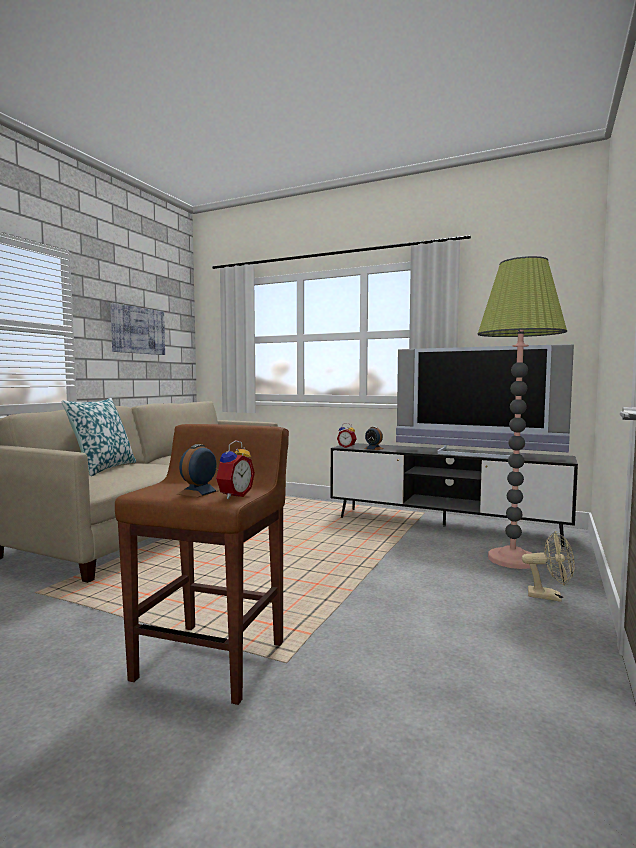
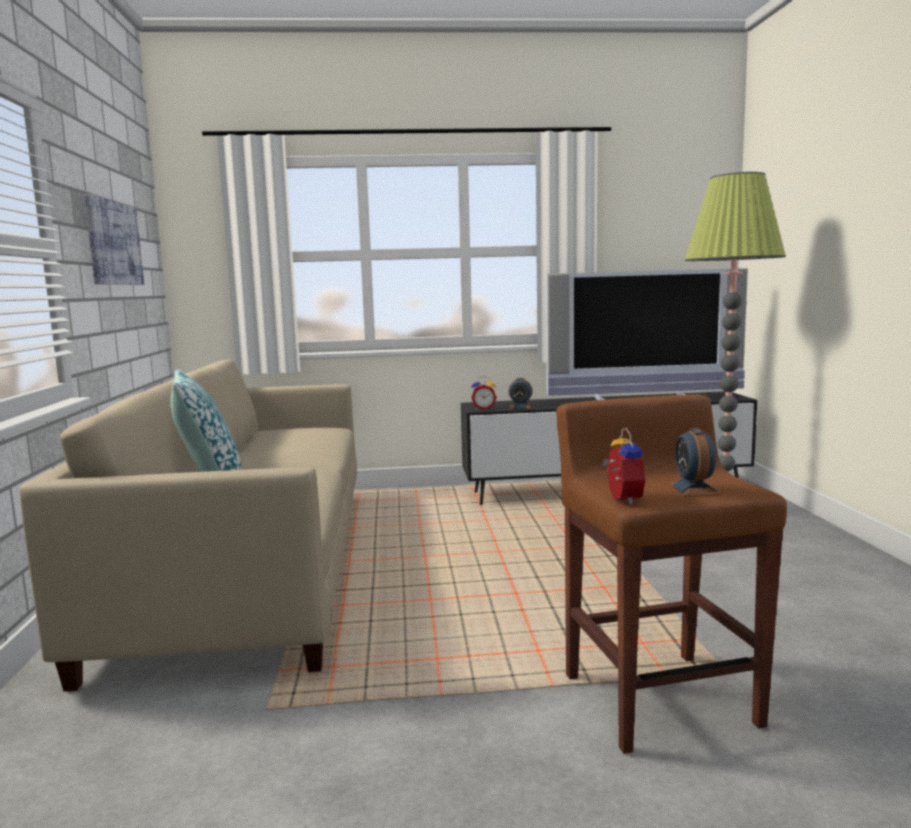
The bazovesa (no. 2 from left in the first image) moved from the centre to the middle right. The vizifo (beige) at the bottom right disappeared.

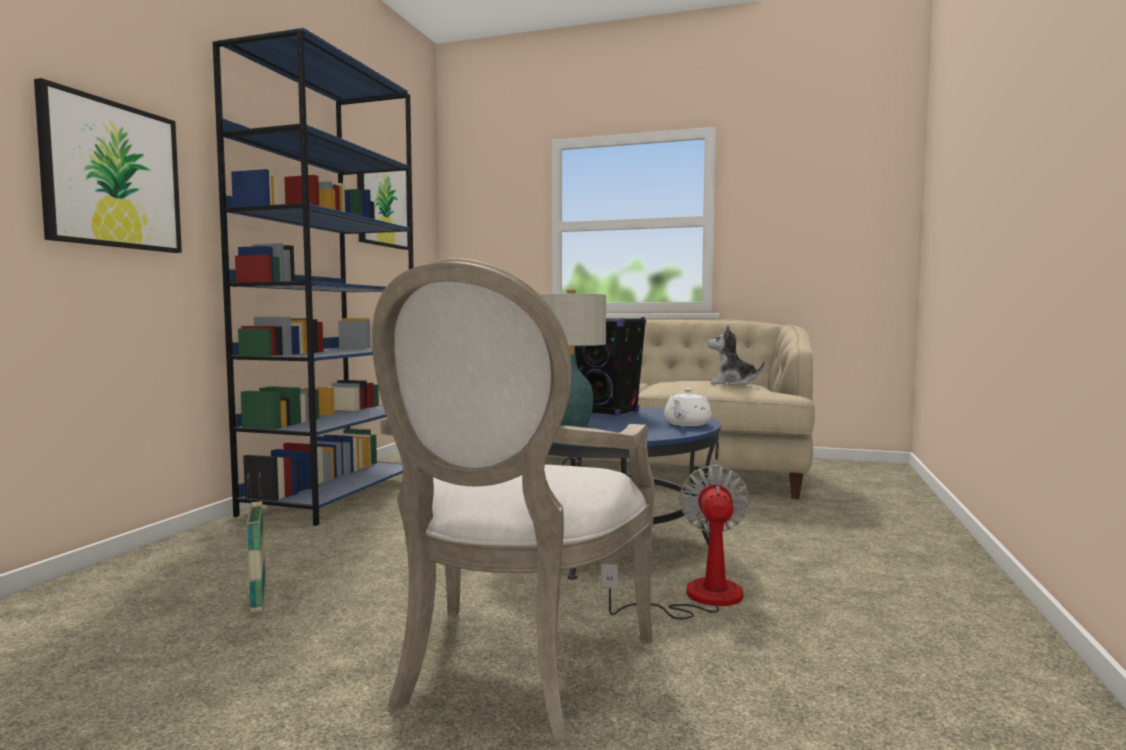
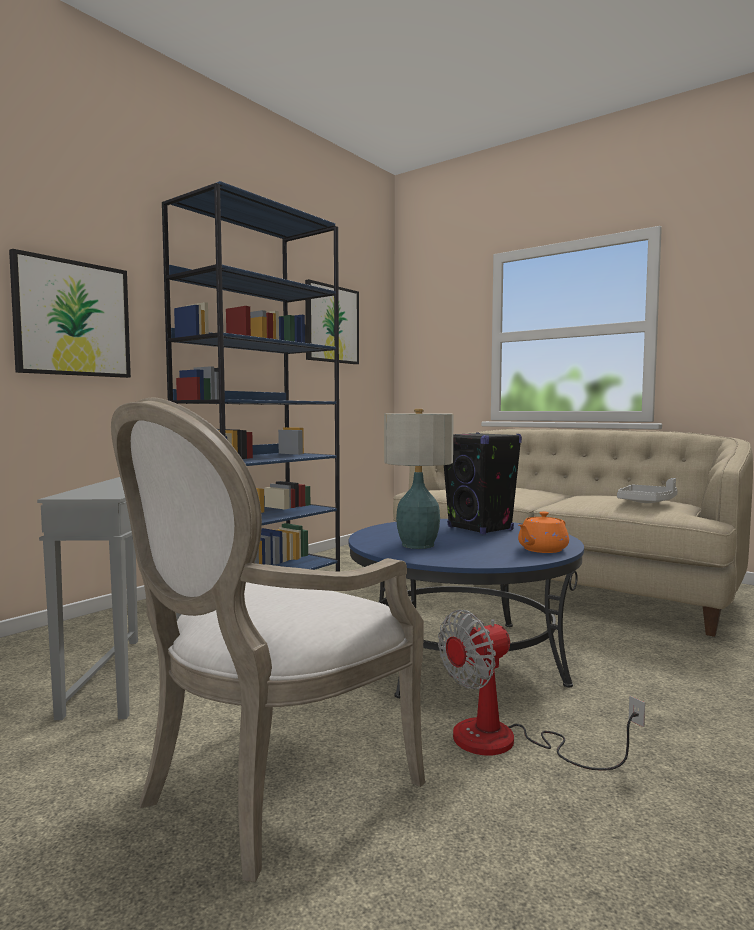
The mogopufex at the bottom left was replaced by the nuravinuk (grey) at the middle left. The vizifo at the bottom centre turned 150 degrees counterclockwise. The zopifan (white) at the centre became the zopifan (orange) at the middle right. The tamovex at the centre was replaced by the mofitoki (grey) at the middle right.

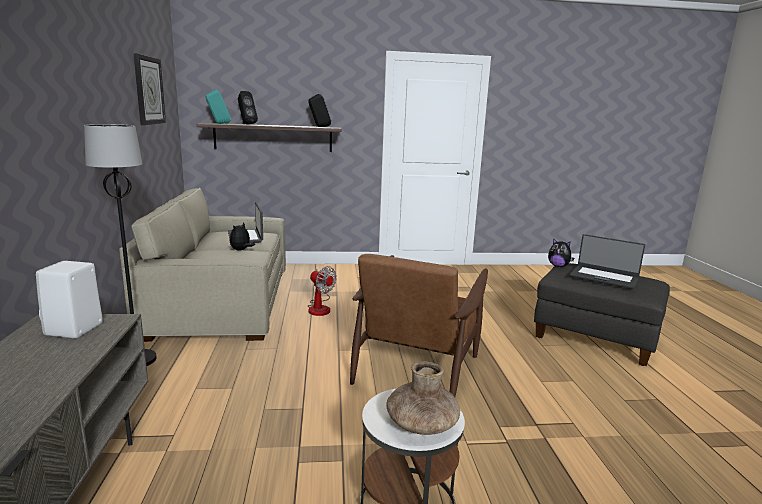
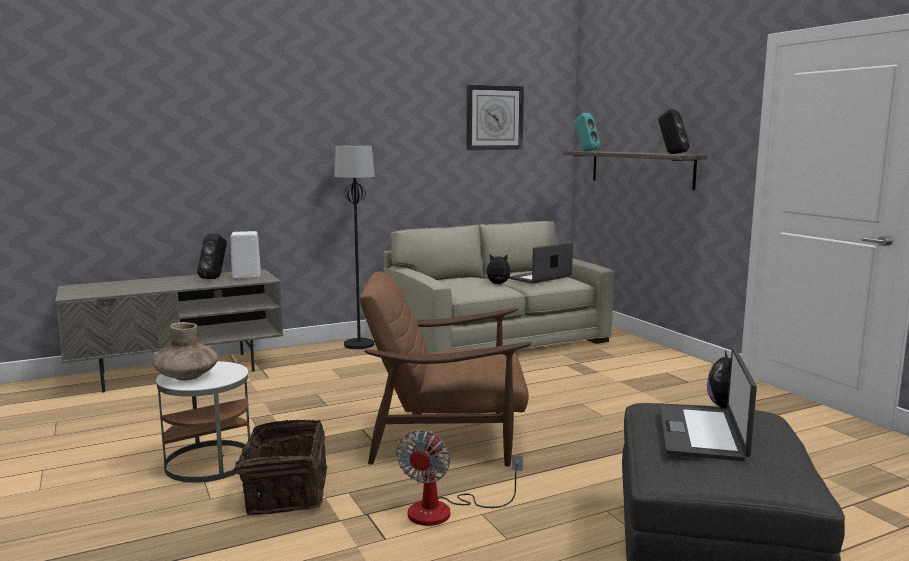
The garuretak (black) (no. 1 from left) moved from the top left to the middle left. The vizifo moved from the centre to the bottom centre. The mogopufex at the bottom left appeared.

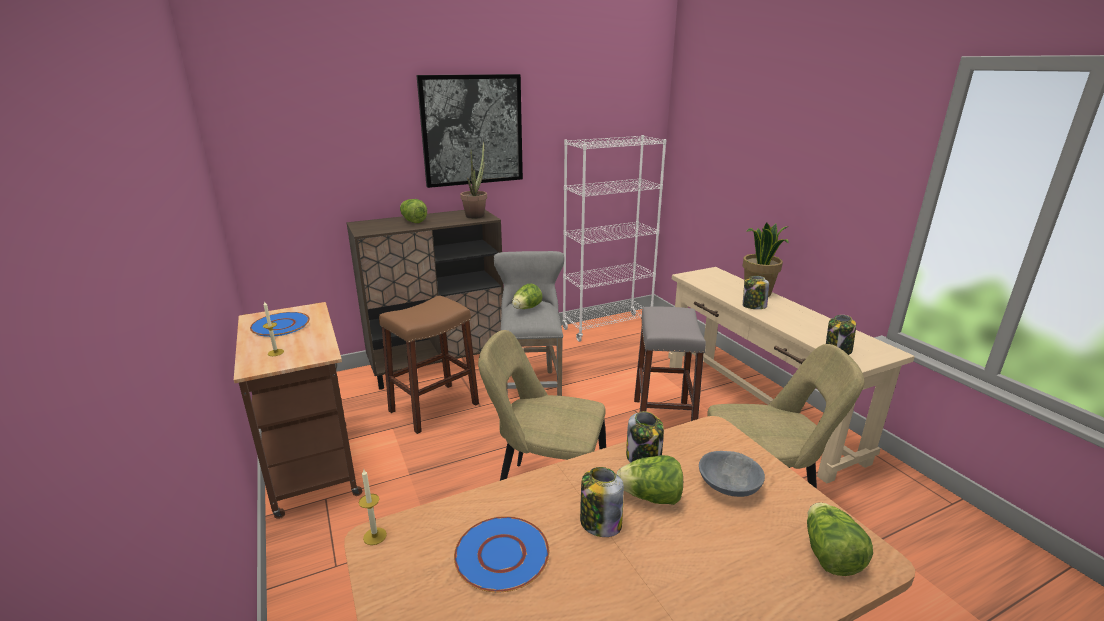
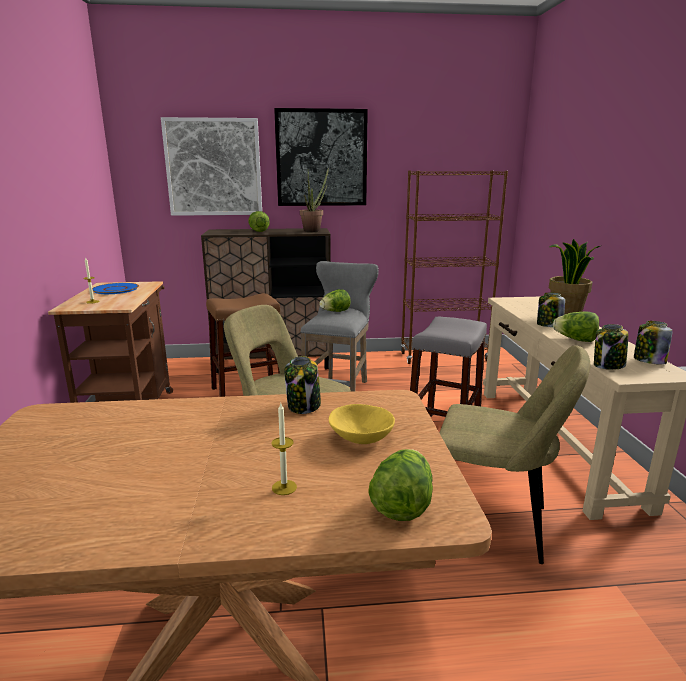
The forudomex (no. 2 from left) moved from the bottom centre to the centre. The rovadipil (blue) (no. 2 from left) at the bottom centre disappeared. The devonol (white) at the centre became the devonol (brown) at the centre. The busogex (no. 1 from left in the first image) moved from the bottom centre to the middle right. The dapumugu (no. 3 from left in the first image) moved from the bottom centre to the middle right. The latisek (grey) at the bottom centre became the latisek (yellow) at the centre. The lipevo (no. 1 from left) at the top left appeared.

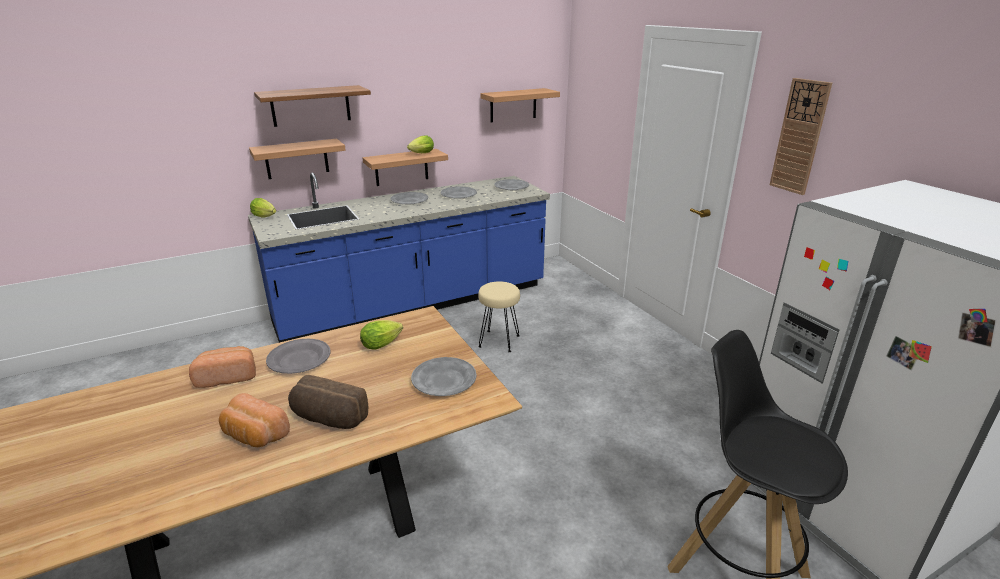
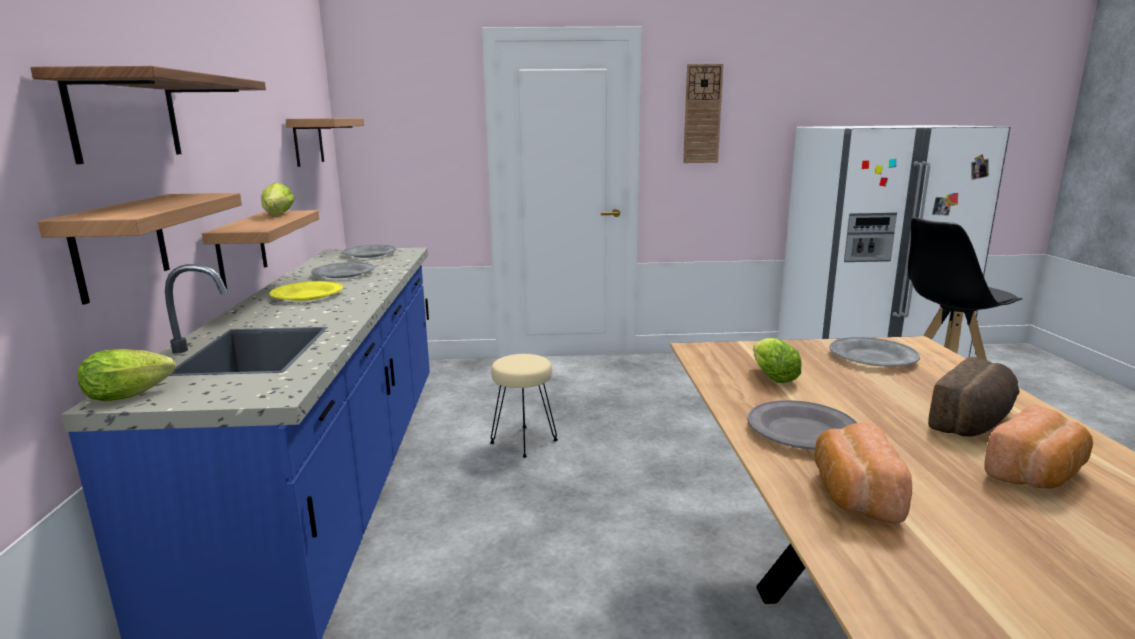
The rovadipil (grey) (no. 2 from left) at the centre became the rovadipil (yellow) at the middle left.

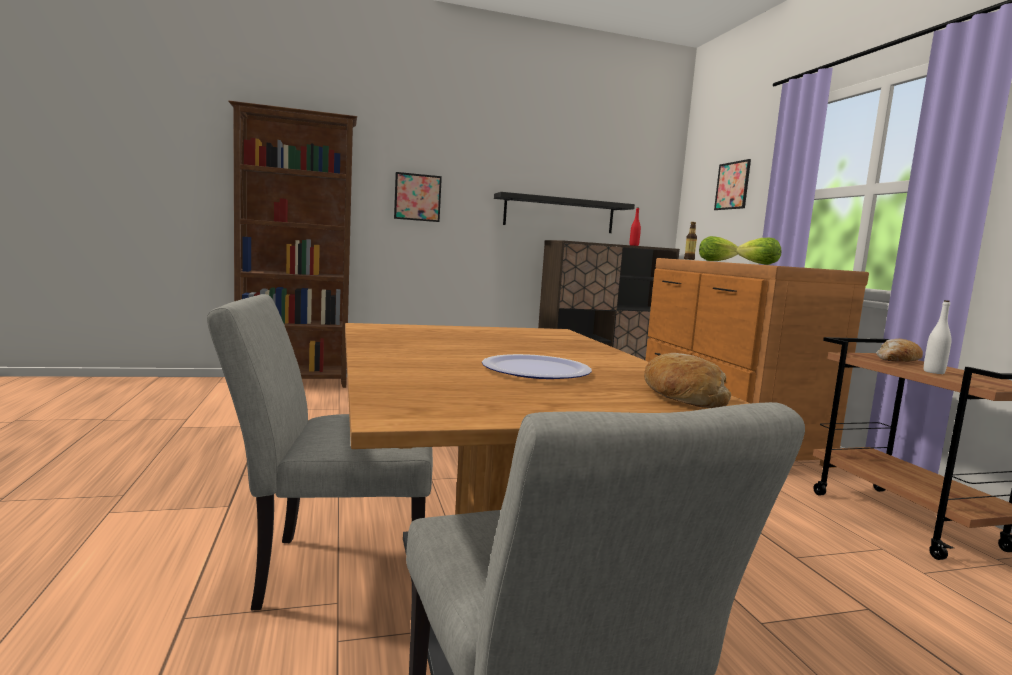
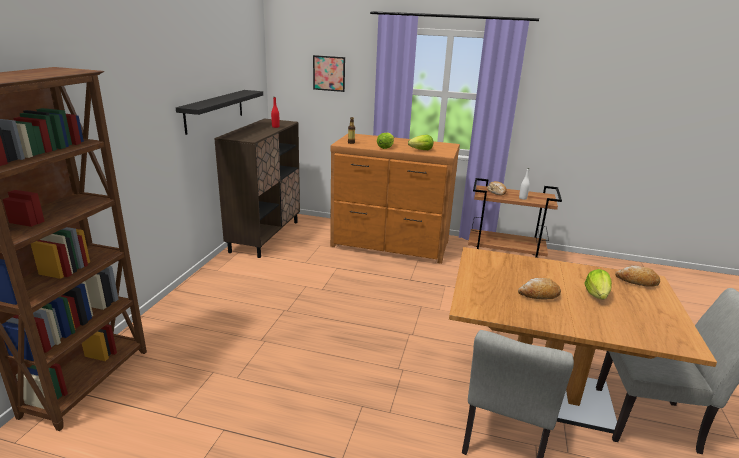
The lipevo (no. 1 from left) at the top centre disappeared. The rovadipil at the centre was replaced by the dapumugu (no. 3 from left) at the middle right. The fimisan (no. 2 from left) at the middle right appeared.

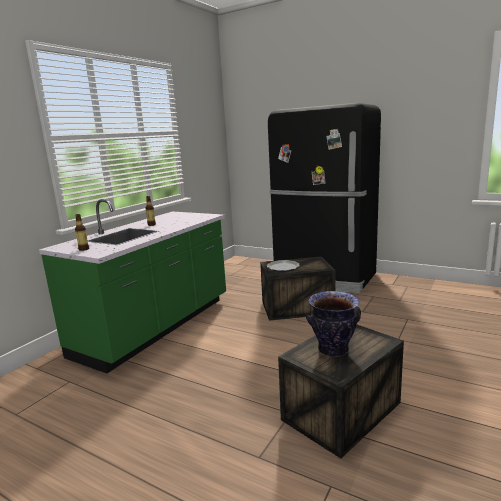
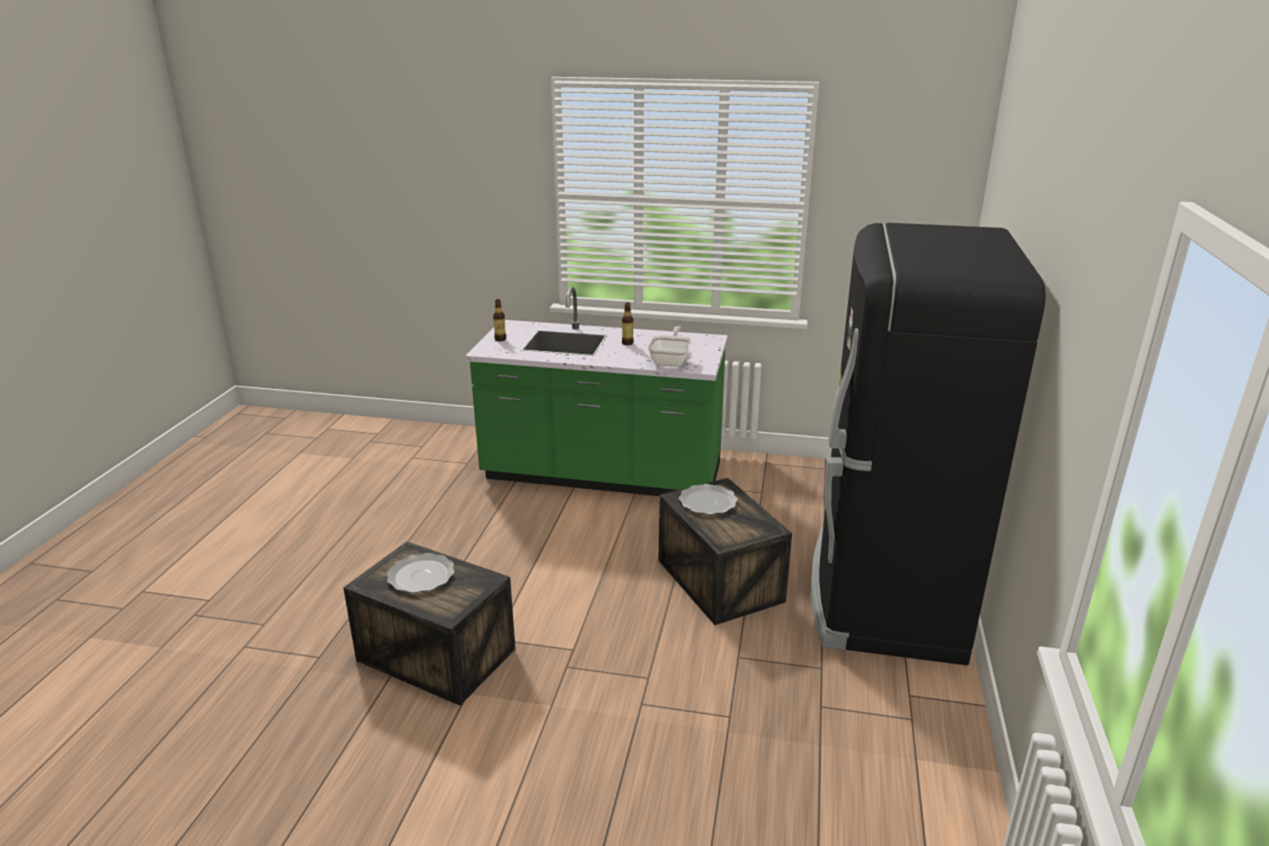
The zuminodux at the centre was replaced by the rovadipil (no. 1 from left) at the bottom left. The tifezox at the centre appeared.

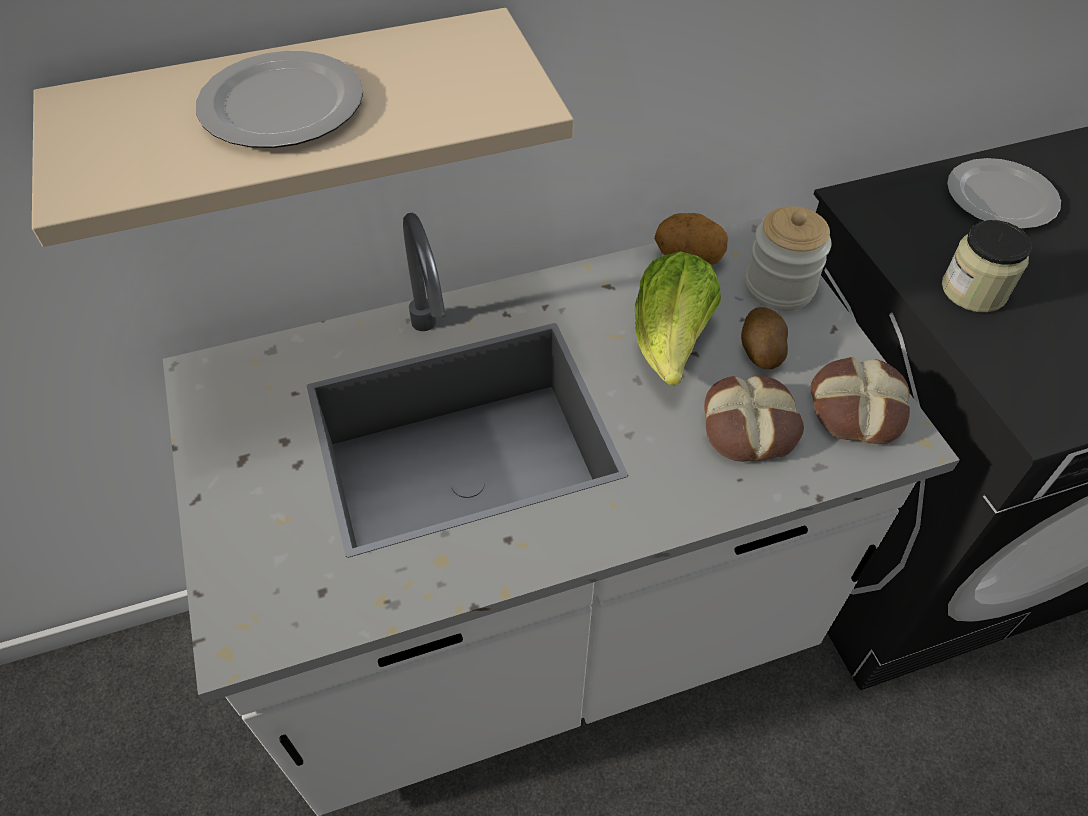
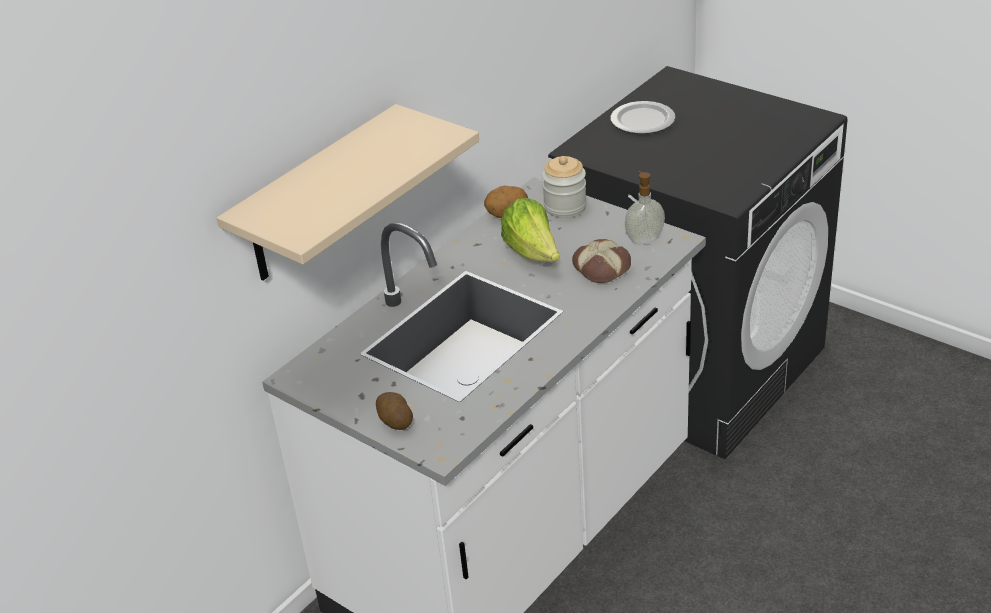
The rovadipil (no. 1 from left) at the top left disappeared. The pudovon (no. 2 from left in the first image) moved from the middle right to the bottom centre. The fimisan (no. 2 from left) at the middle right was replaced by the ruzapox at the centre. The busogex (no. 2 from left) at the top right disappeared.

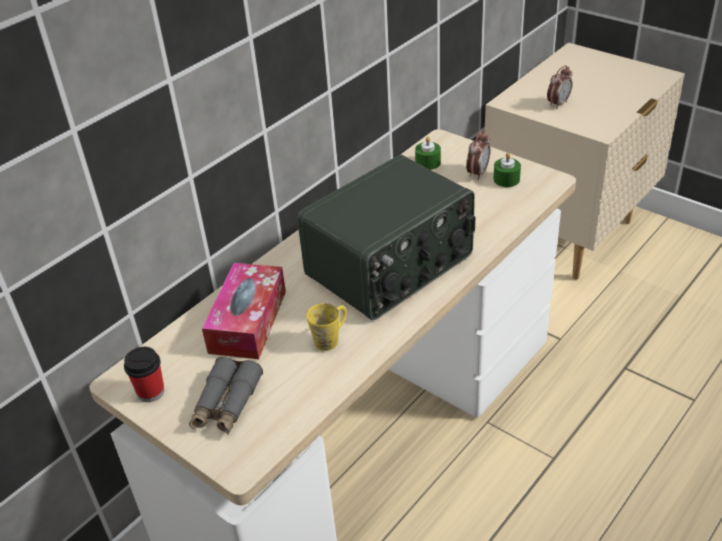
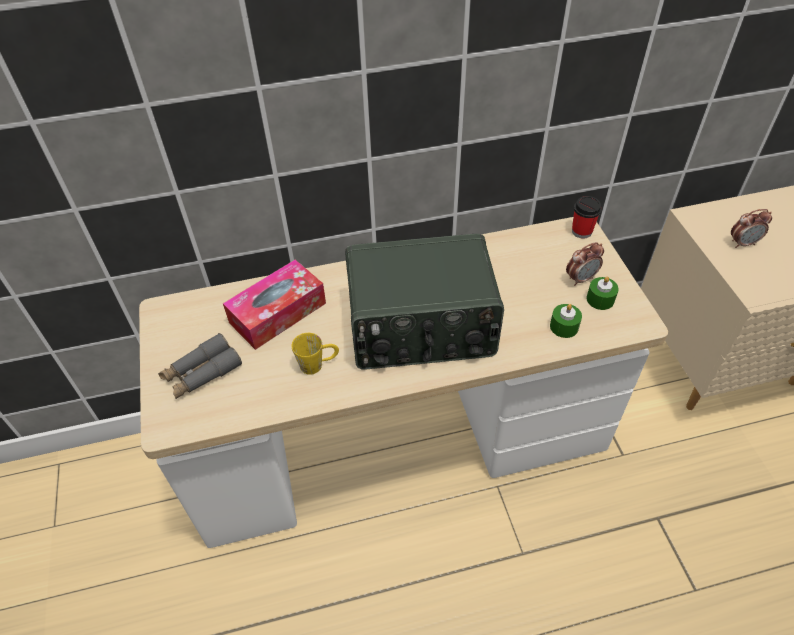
The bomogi moved from the bottom left to the middle right. The forudomex (green) (no. 1 from left) moved from the top centre to the middle right.

